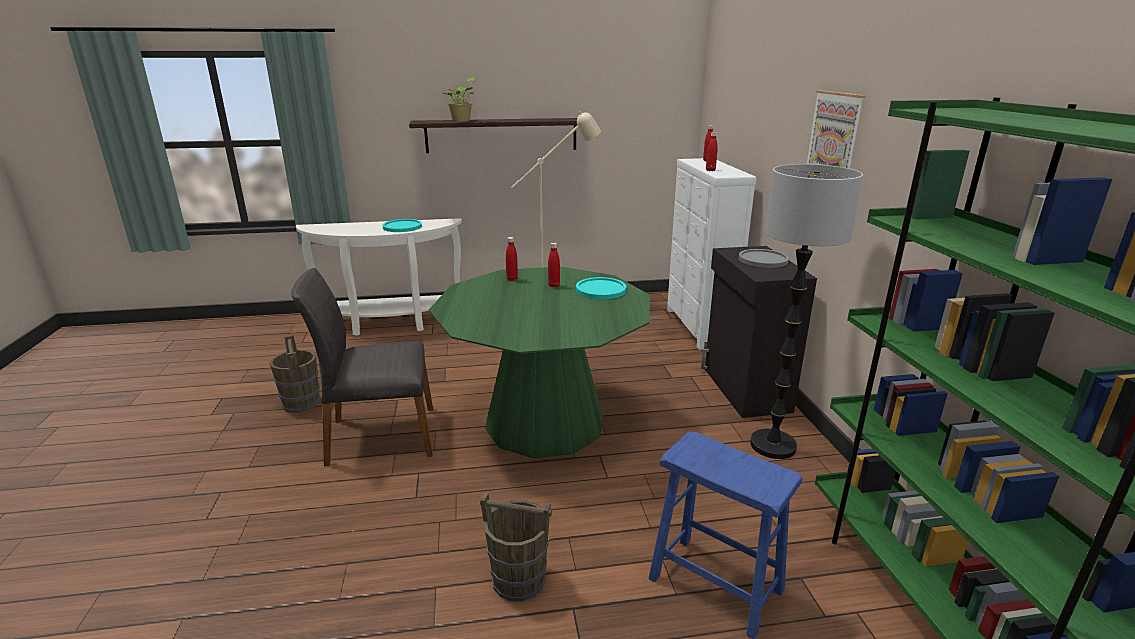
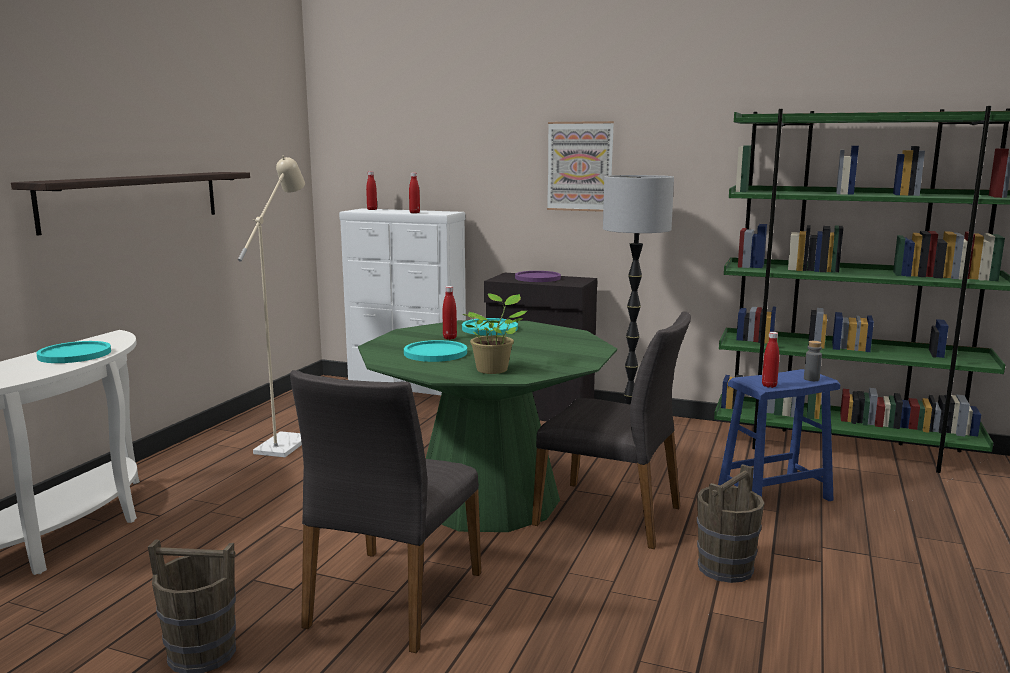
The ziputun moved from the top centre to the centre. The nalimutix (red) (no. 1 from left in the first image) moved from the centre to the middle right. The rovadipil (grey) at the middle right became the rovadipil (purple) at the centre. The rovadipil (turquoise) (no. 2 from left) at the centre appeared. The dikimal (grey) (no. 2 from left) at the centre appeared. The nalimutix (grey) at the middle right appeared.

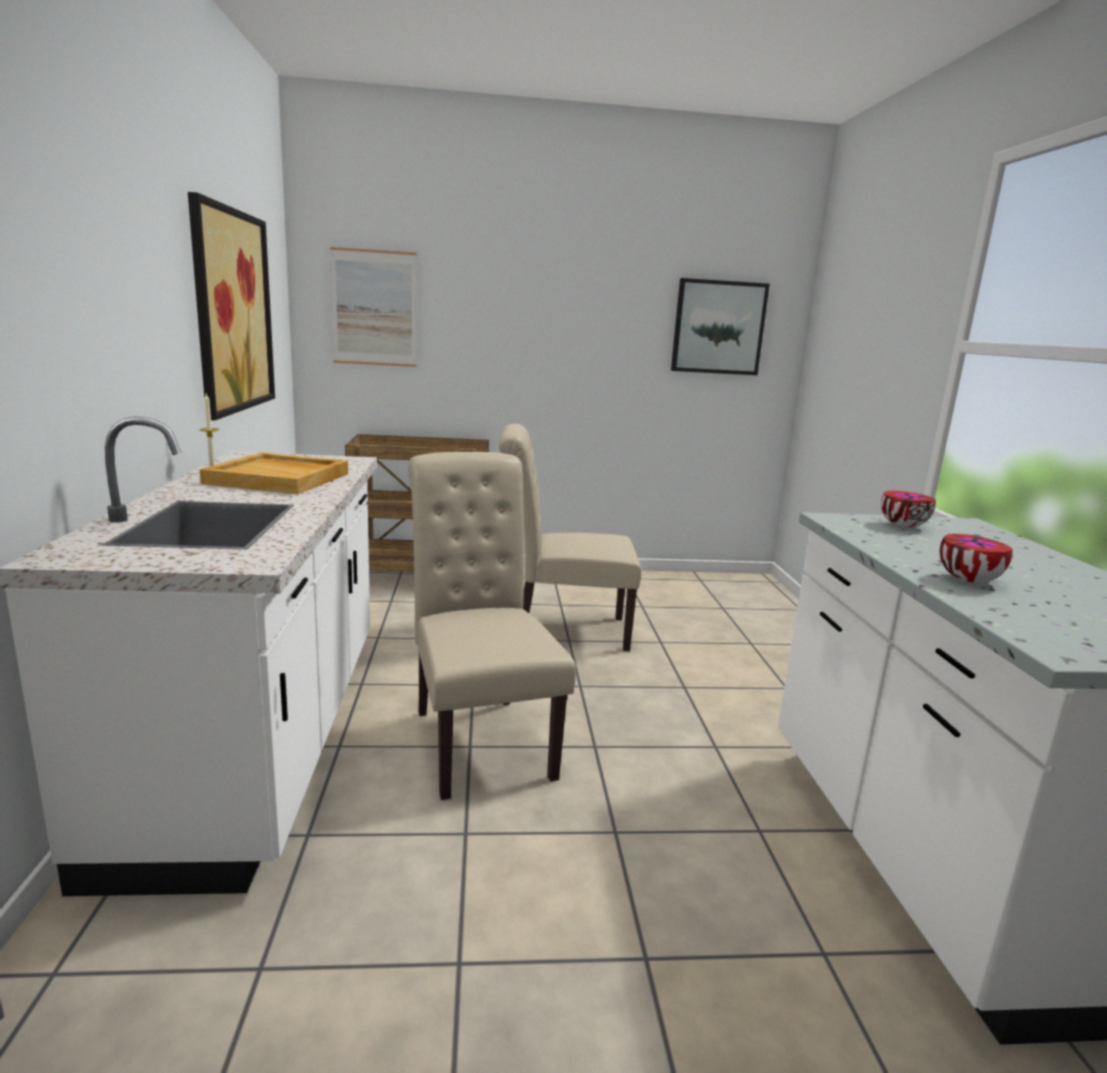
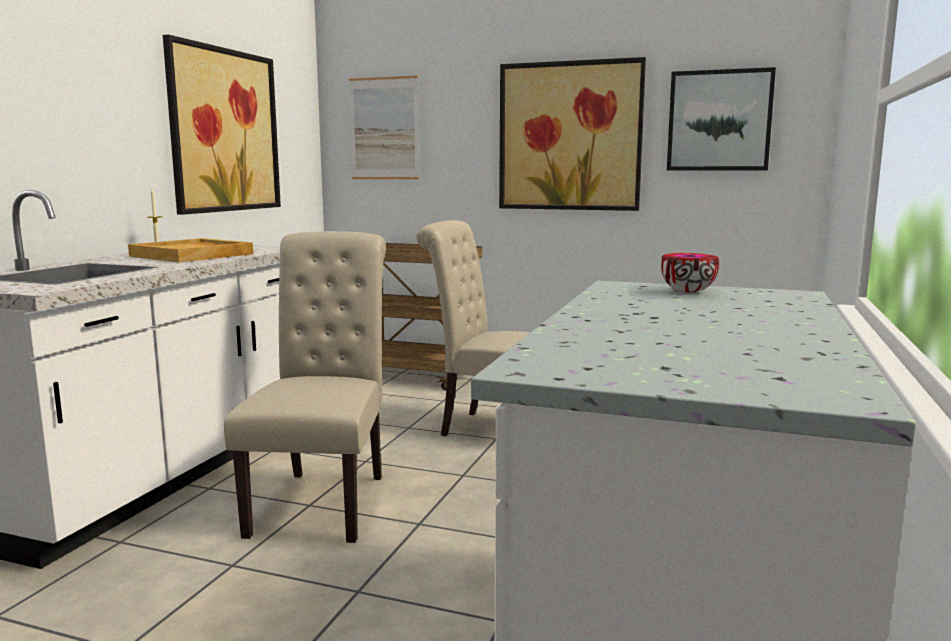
The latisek (no. 2 from left) at the middle right disappeared. The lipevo (no. 3 from left) at the top centre appeared.

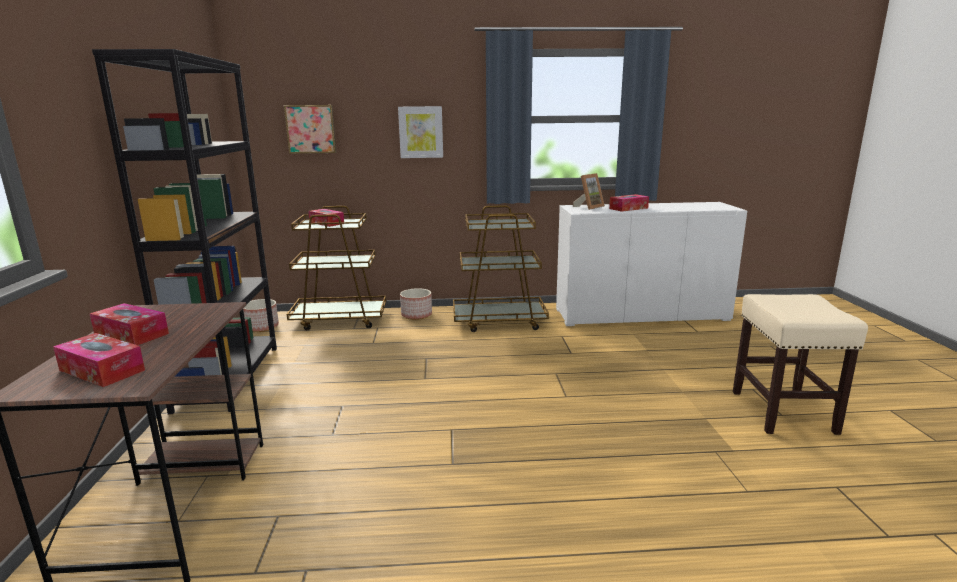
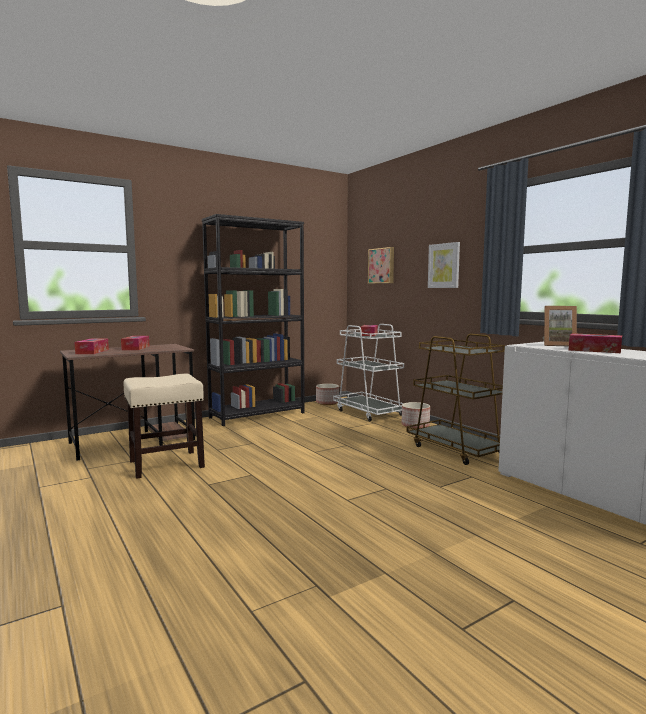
The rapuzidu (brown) (no. 1 from left) at the centre became the rapuzidu (white) at the centre. The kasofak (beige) moved from the middle right to the middle left.

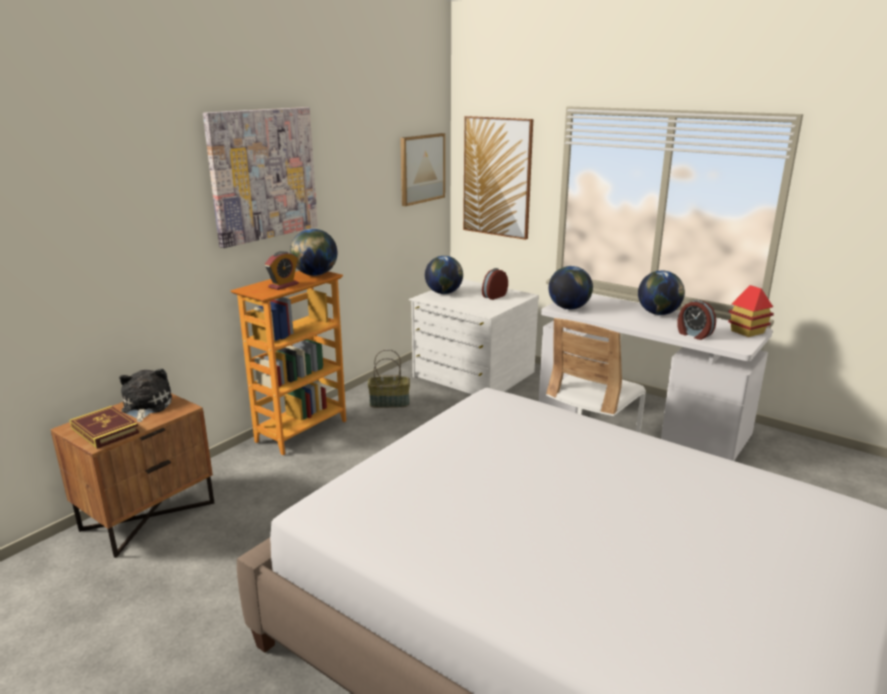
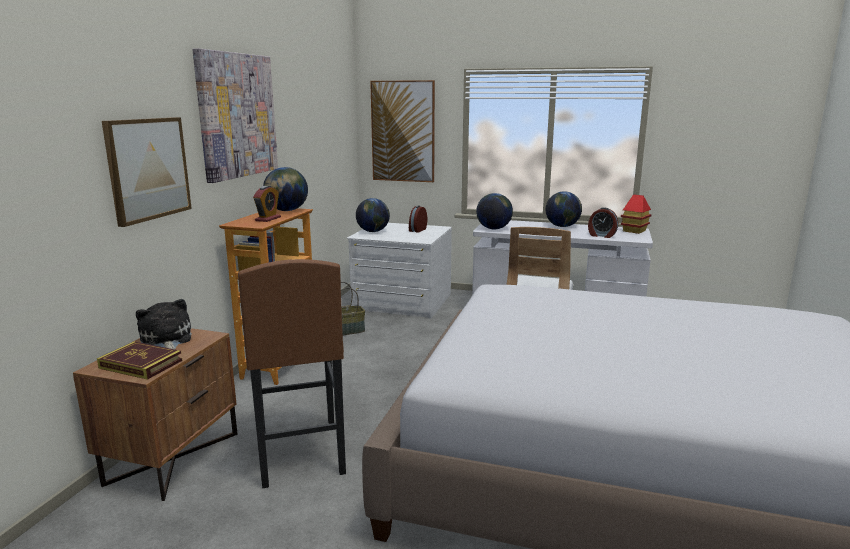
The lipevo (no. 2 from left in the first image) moved from the top centre to the top left. The kasofak (brown) at the bottom centre appeared.

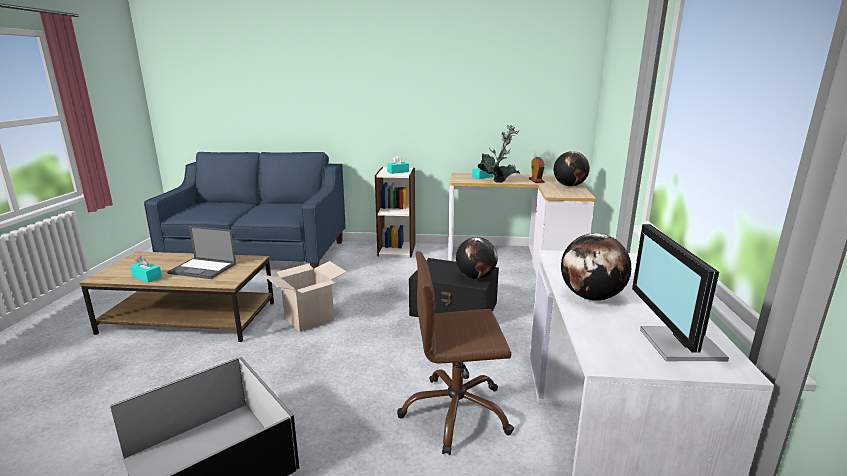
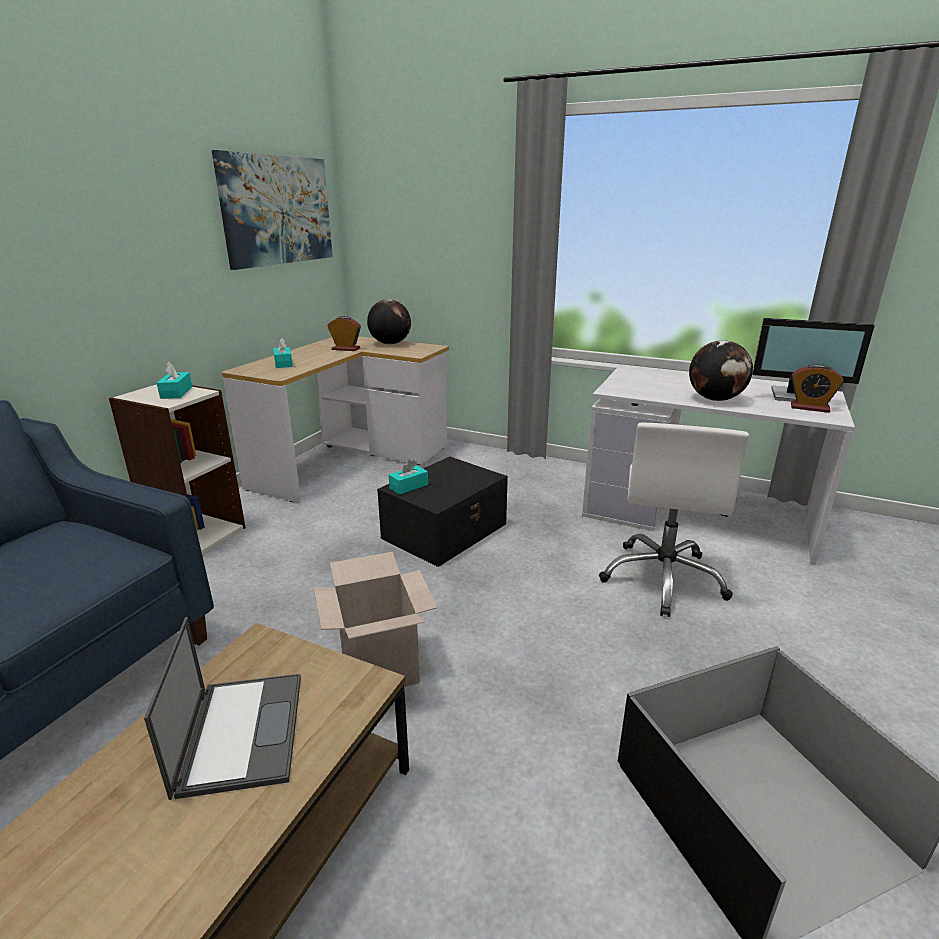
The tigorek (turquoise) (no. 1 from left in the first image) moved from the middle left to the centre. The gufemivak at the middle left turned 45 degrees counterclockwise. The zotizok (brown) at the bottom centre became the zotizok (white) at the middle right. The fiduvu (no. 1 from left) at the centre disappeared. The ziputun at the top centre disappeared. The lipevo at the top left appeared. The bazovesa (no. 2 from left) at the middle right appeared.

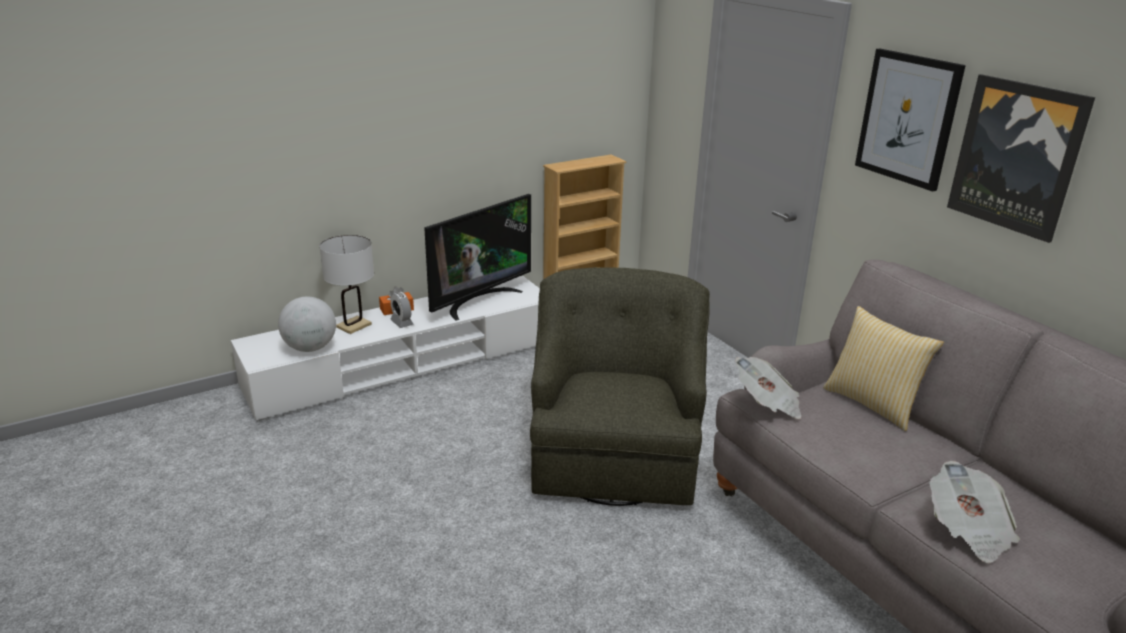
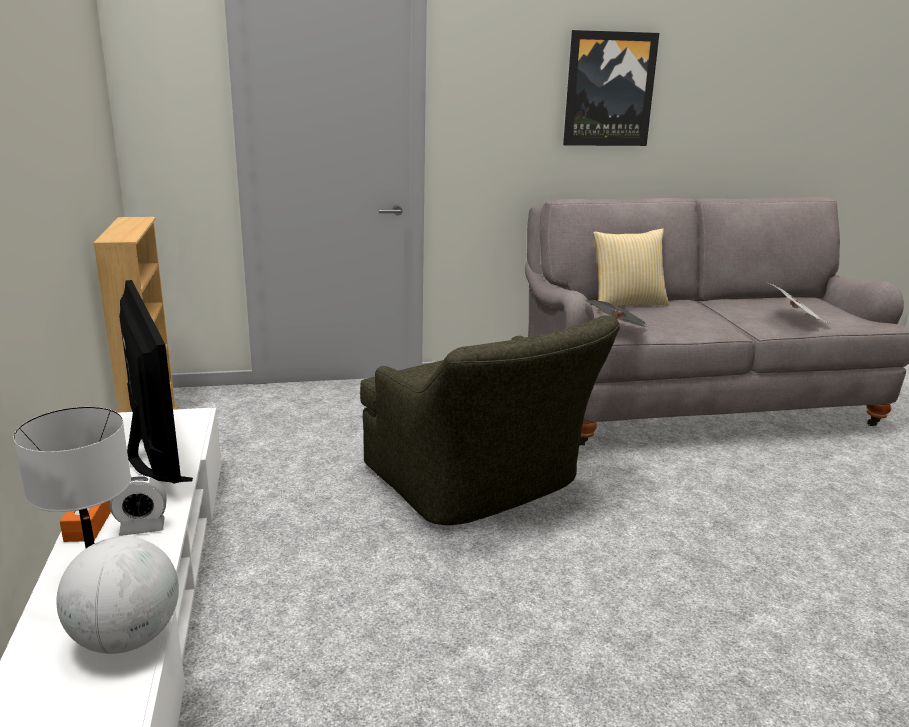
The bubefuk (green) at the centre turned 150 degrees counterclockwise. The lipevo (no. 1 from left) at the top right disappeared.

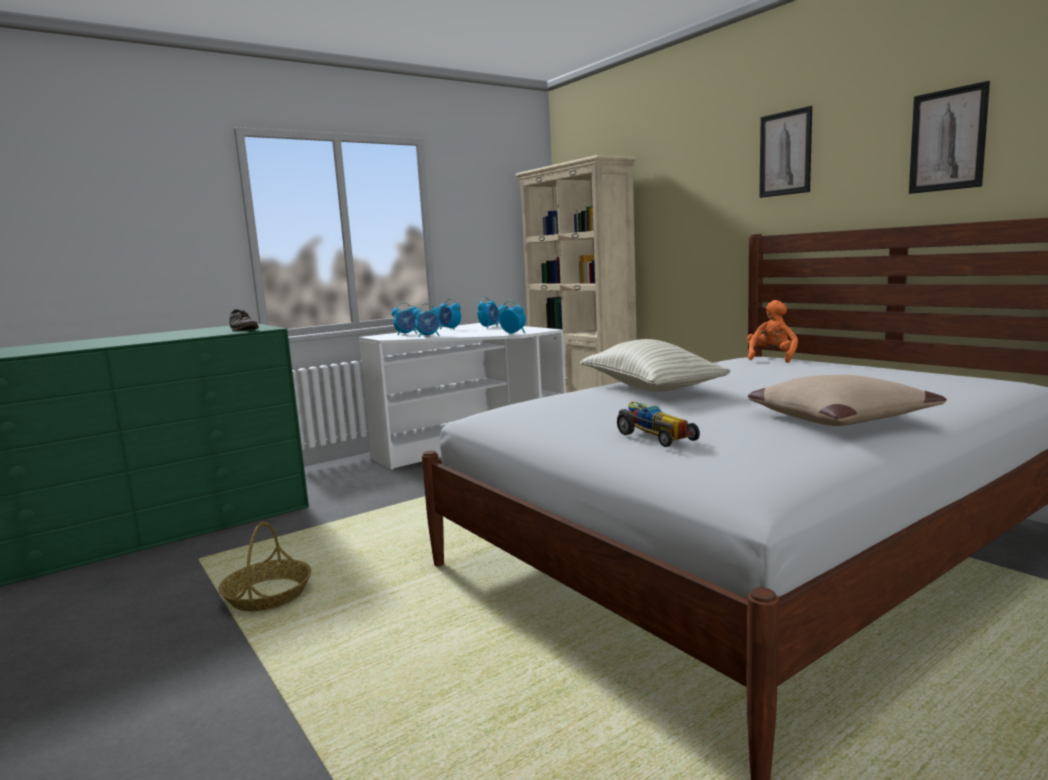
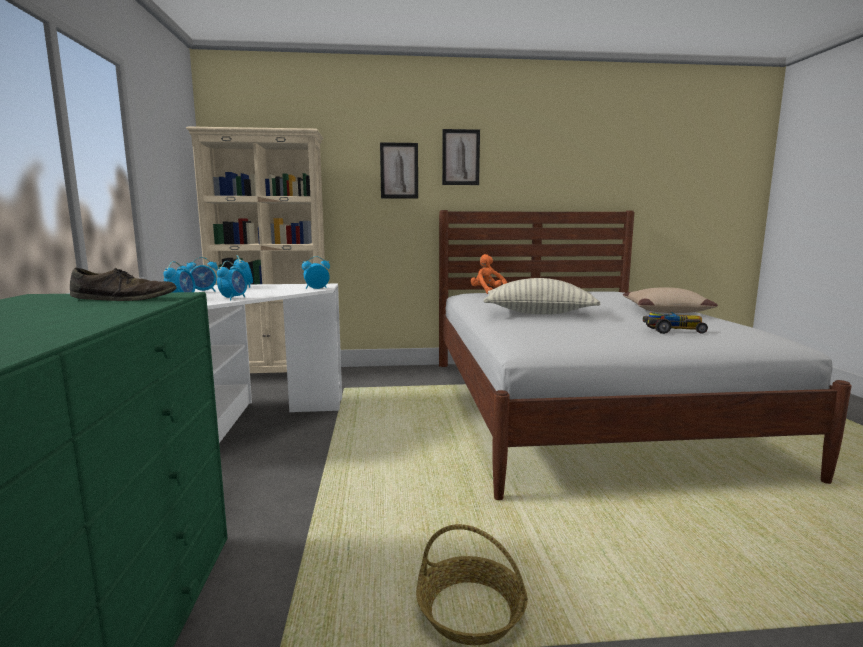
The lipevo (no. 2 from left in the first image) moved from the top right to the top centre.

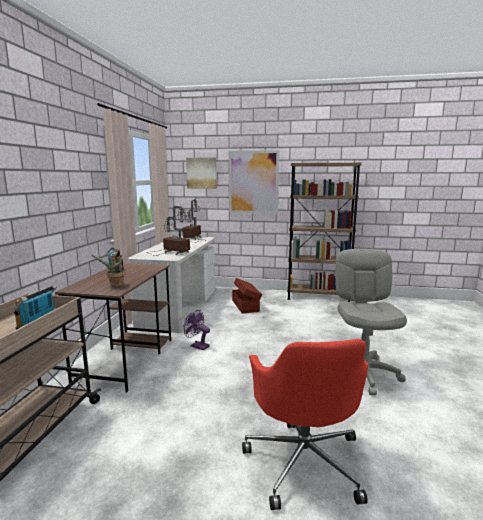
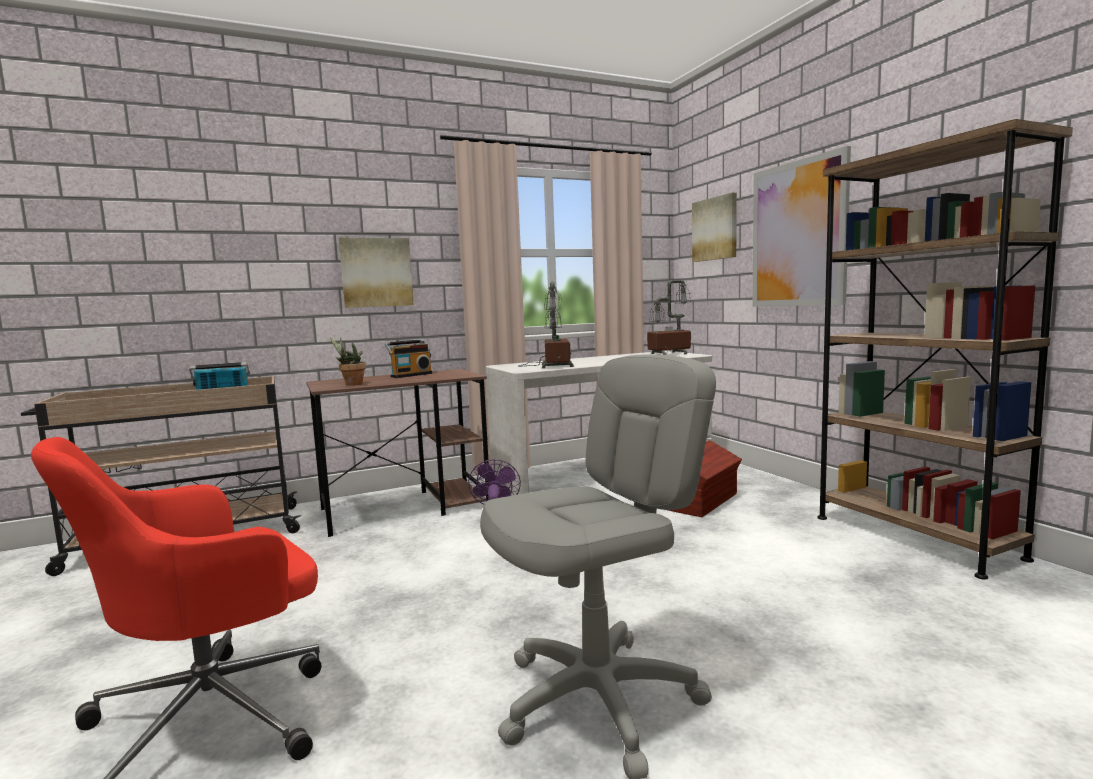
The lipevo (no. 1 from left) at the centre appeared.

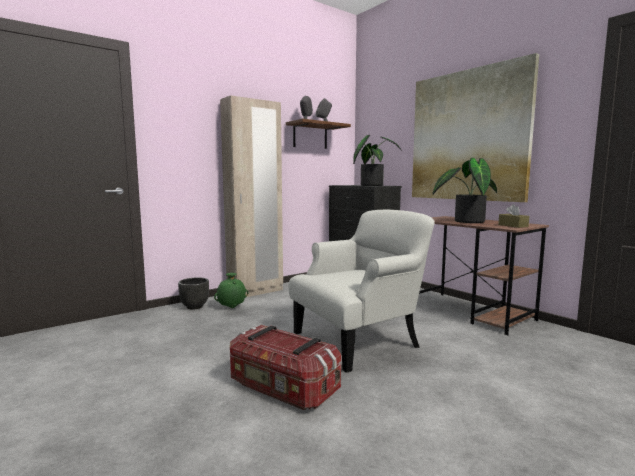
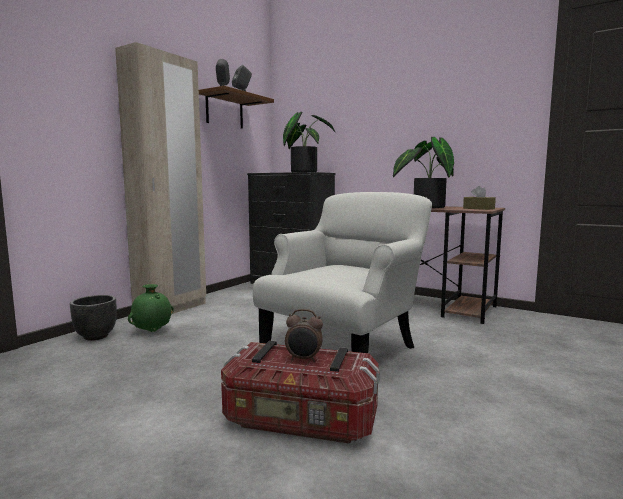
The lipevo at the top right disappeared. The bazovesa at the bottom centre appeared.

